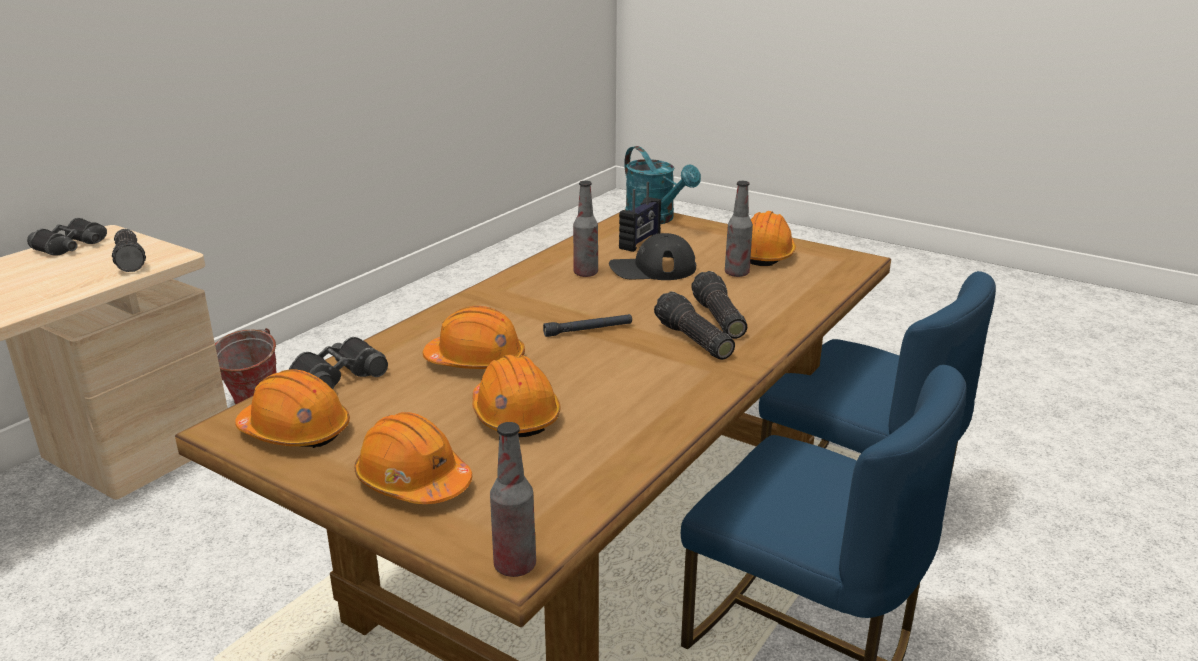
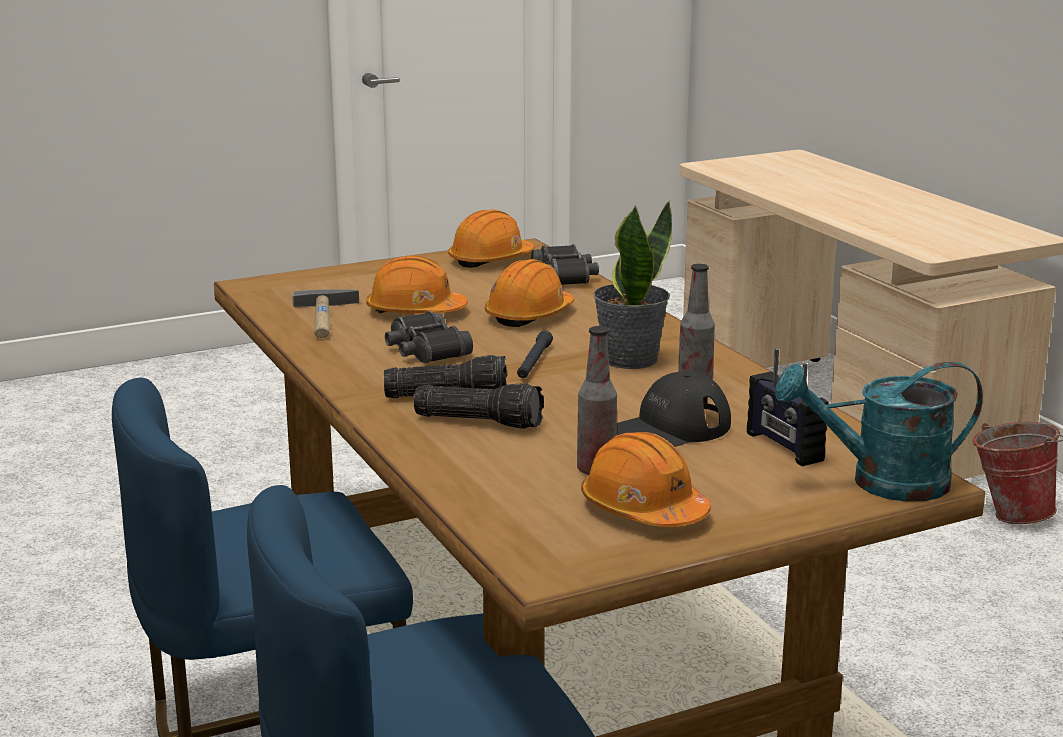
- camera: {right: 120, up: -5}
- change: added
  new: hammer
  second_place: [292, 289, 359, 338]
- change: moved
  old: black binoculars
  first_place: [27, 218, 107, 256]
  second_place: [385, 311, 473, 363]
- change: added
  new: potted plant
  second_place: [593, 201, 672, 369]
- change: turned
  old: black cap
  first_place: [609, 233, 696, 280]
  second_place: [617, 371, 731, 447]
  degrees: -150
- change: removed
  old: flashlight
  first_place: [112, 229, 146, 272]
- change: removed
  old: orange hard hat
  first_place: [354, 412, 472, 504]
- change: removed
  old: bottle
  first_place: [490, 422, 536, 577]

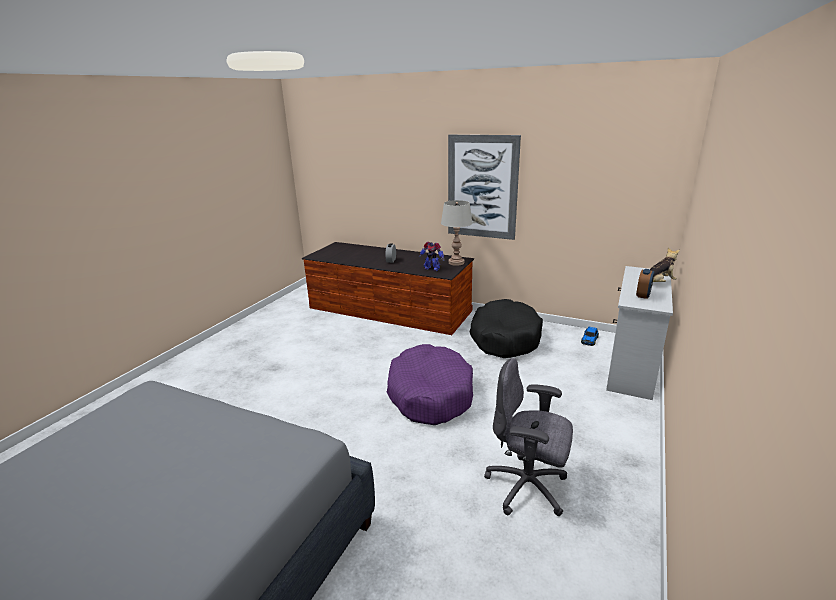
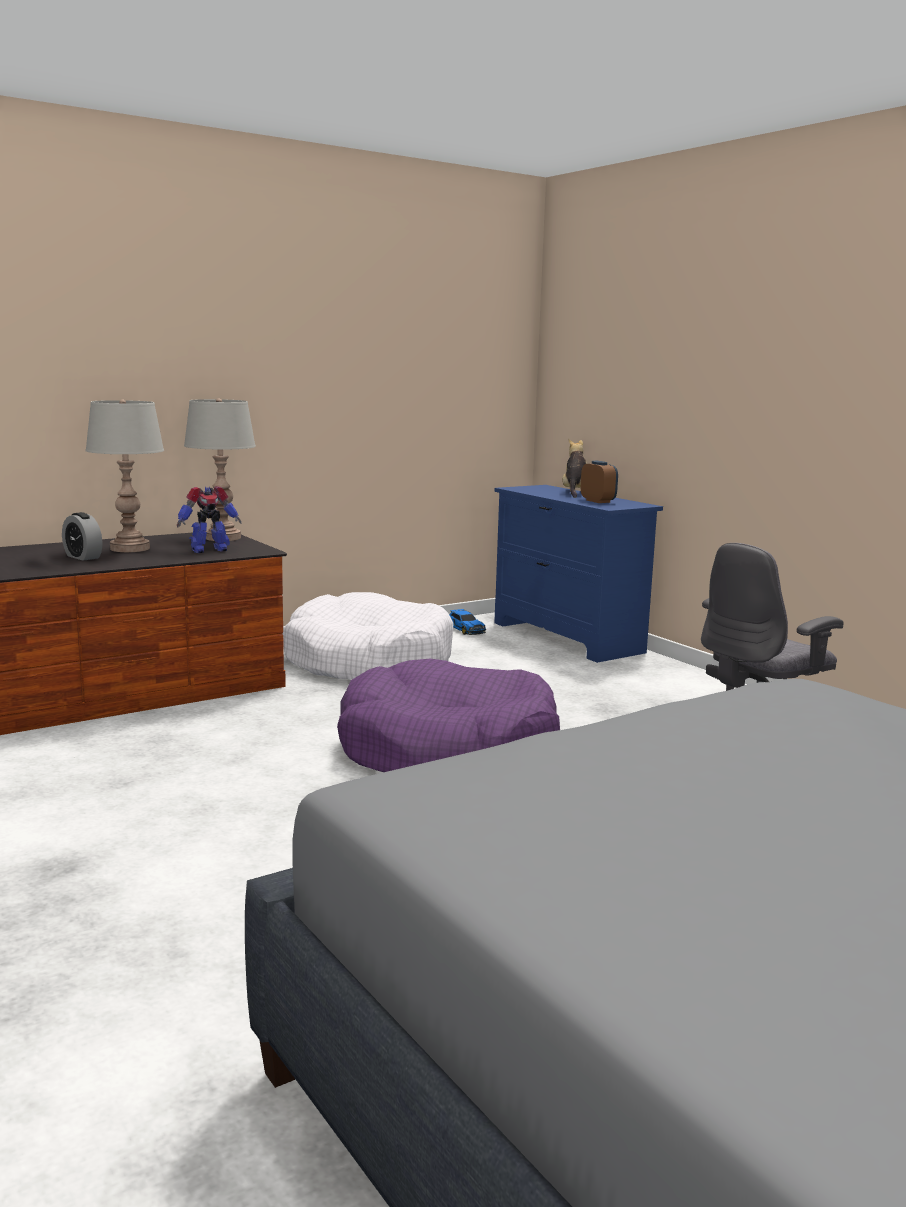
- camera: {right: -60, up: -10}
- change: added
  new: grey table lamp
  second_place: [85, 399, 164, 552]
- change: recoloured
  old: black dog bed
  new: white dog bed
  first_place: [469, 299, 543, 358]
  second_place: [283, 592, 454, 679]
- change: recoloured
  old: white dresser
  new: blue dresser
  first_place: [606, 266, 673, 400]
  second_place: [494, 485, 663, 663]
- change: removed
  old: picture
  first_place: [448, 135, 521, 240]

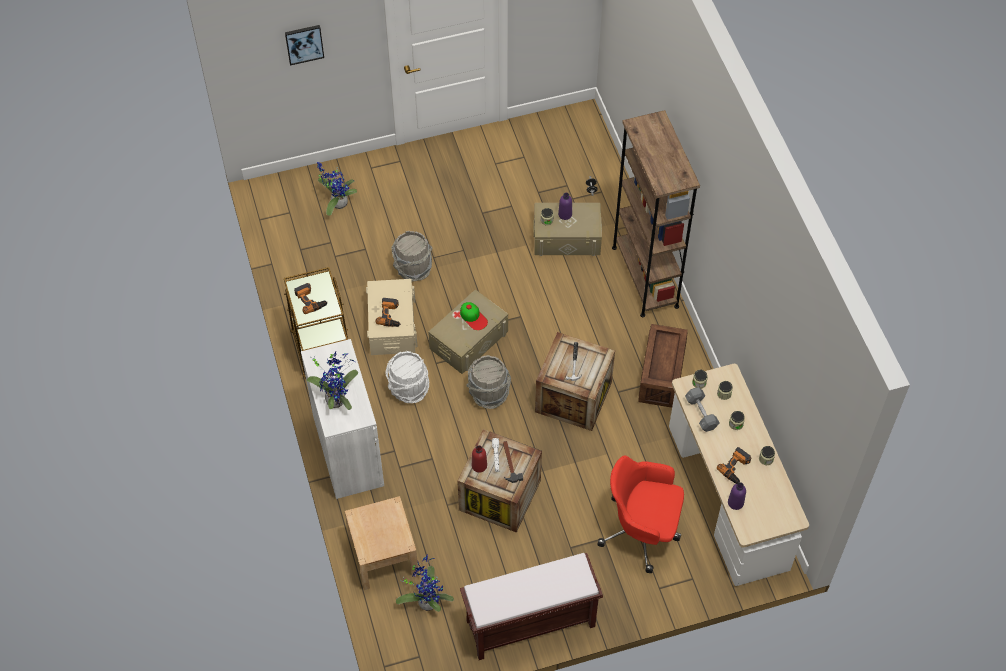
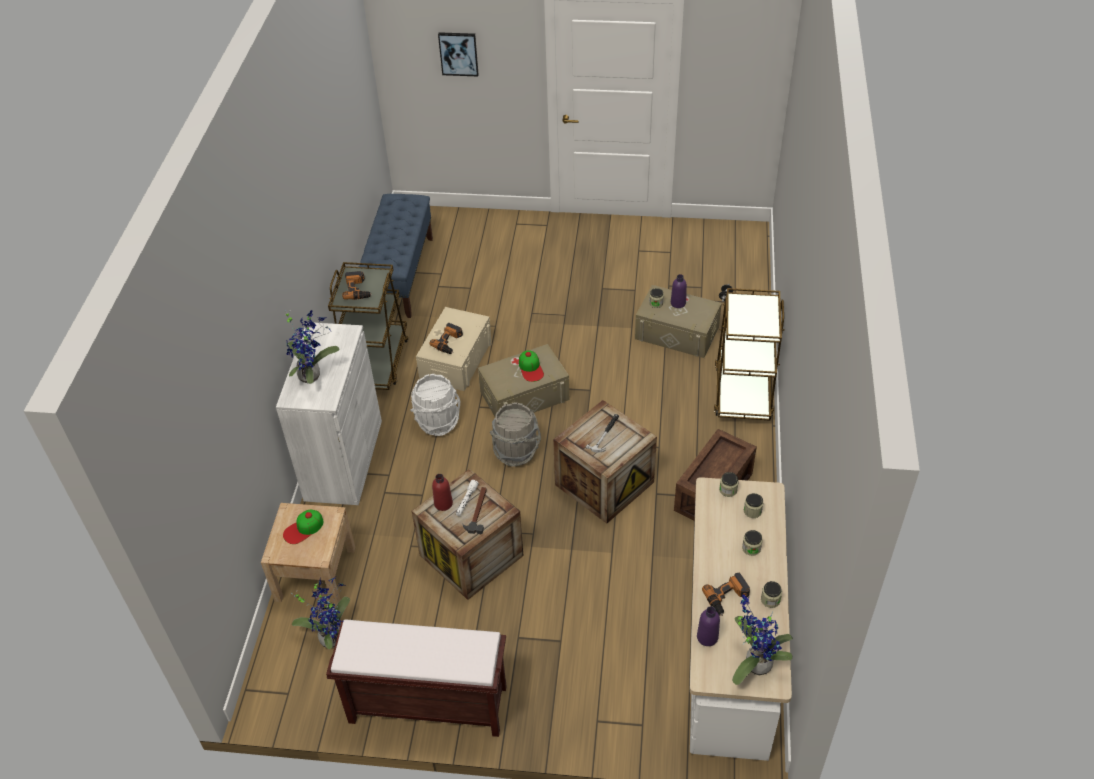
- camera: {right: 25, up: -10}
- change: added
  new: cap
  second_place: [283, 510, 323, 544]
- change: added
  new: blue bench
  second_place: [359, 194, 433, 318]
- change: replaced
  old: brown bookcase
  new: brown cart
  first_place: [612, 110, 700, 317]
  second_place: [714, 288, 785, 420]
- change: moved
  old: potted plant
  first_place: [317, 162, 357, 216]
  second_place: [732, 595, 793, 685]
- change: removed
  old: grey bucket
  first_place: [391, 231, 432, 282]
- change: removed
  old: red office chair
  first_place: [597, 455, 684, 573]
- change: removed
  old: grey dumbbell
  first_place: [685, 387, 719, 432]

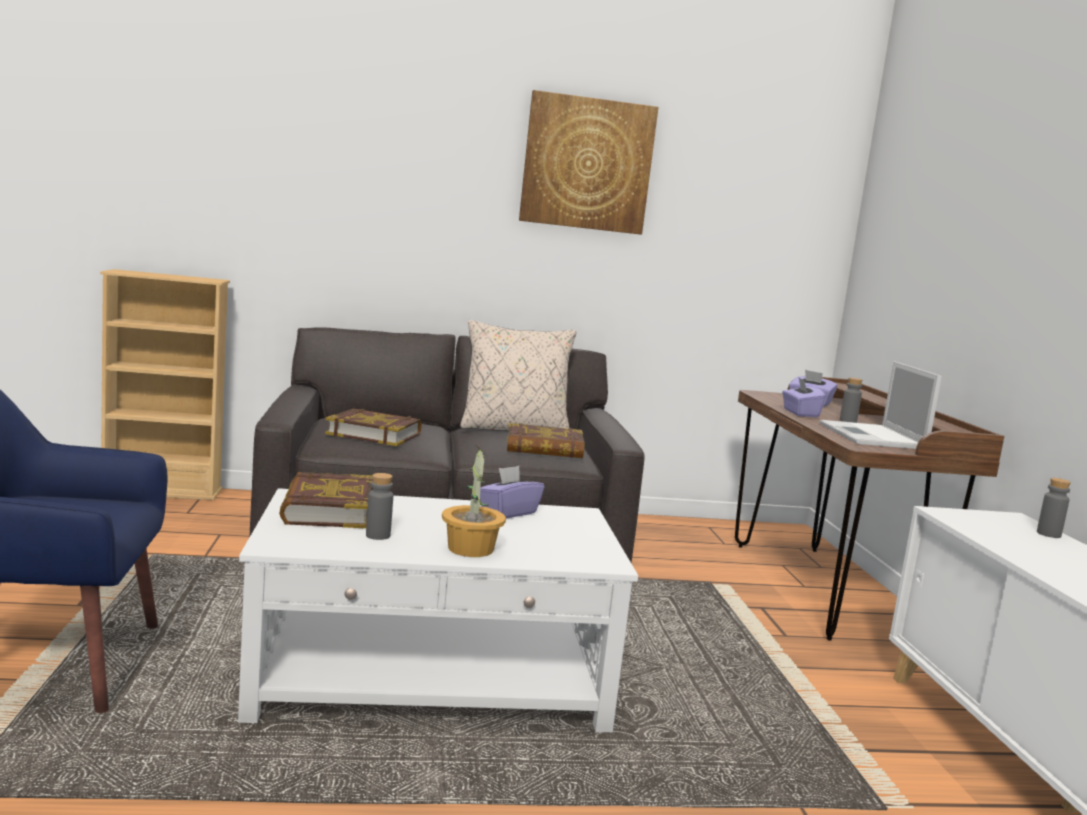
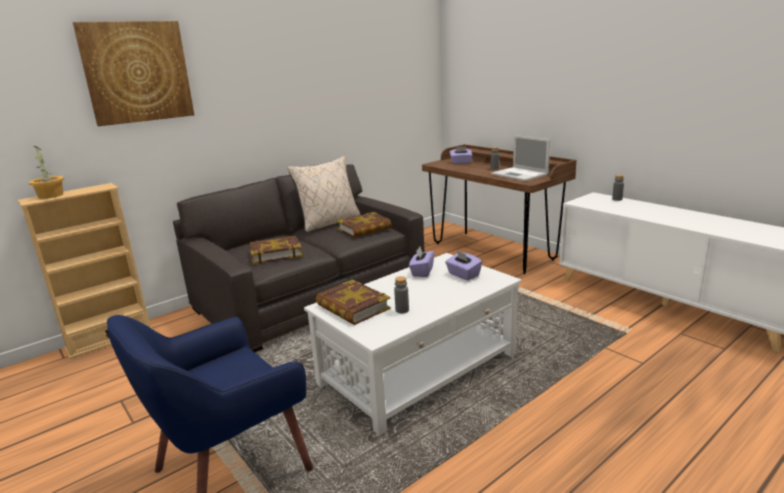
- camera: {right: -30, up: 10}
- change: moved
  old: potted plant
  first_place: [442, 446, 506, 557]
  second_place: [29, 146, 64, 199]
- change: moved
  old: picture
  first_place: [519, 90, 659, 235]
  second_place: [73, 21, 194, 126]
- change: moved
  old: purple tissue box
  first_place: [782, 378, 826, 417]
  second_place: [445, 250, 482, 280]

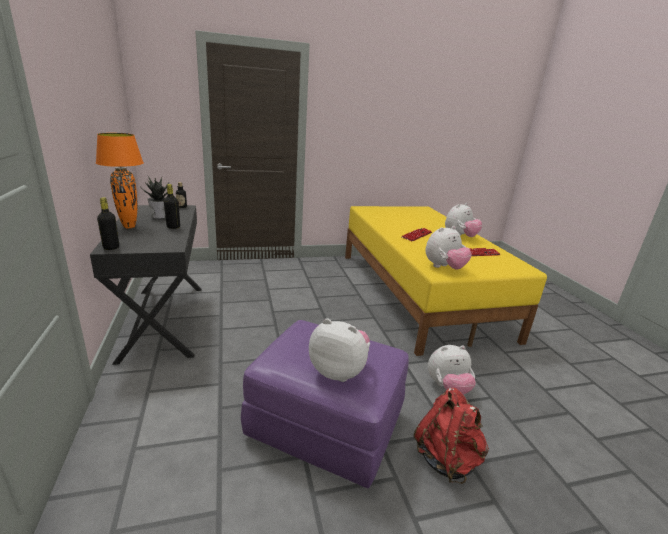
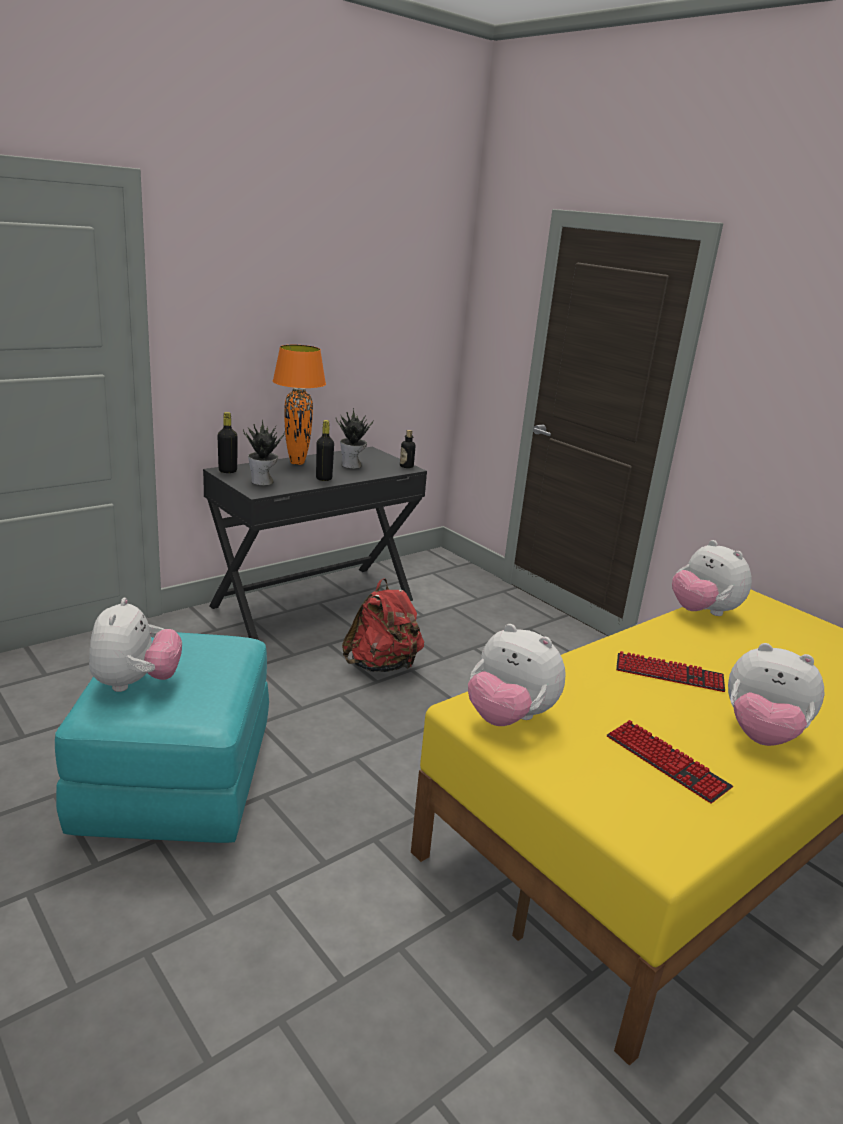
- camera: {right: 65, up: 0}
- change: recoloured
  old: purple ottoman
  new: turquoise ottoman
  first_place: [241, 320, 409, 489]
  second_place: [55, 632, 269, 843]
- change: added
  new: potted plant
  second_place: [243, 420, 285, 486]
- change: moved
  old: red backpack
  first_place: [414, 388, 489, 484]
  second_place: [342, 578, 424, 672]
- change: moved
  old: plush toy
  first_place: [428, 345, 476, 395]
  second_place: [672, 540, 752, 616]

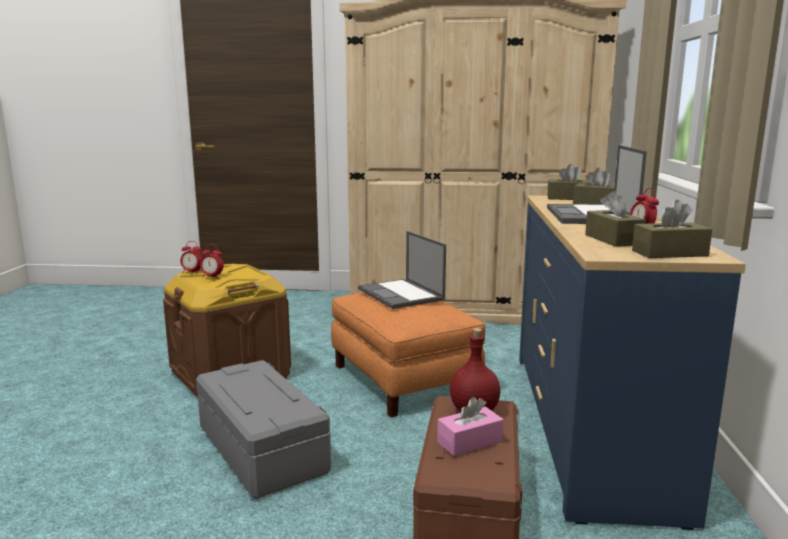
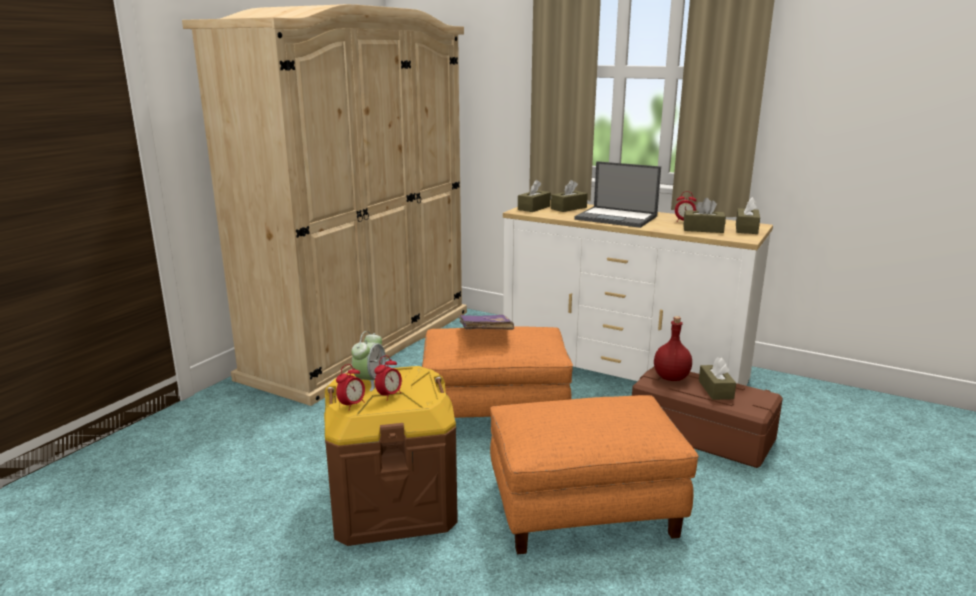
- camera: {right: -65, up: 5}
- change: added
  new: alarm clock
  second_place: [351, 331, 386, 391]
- change: replaced
  old: laptop
  new: purple book
  first_place: [358, 231, 446, 309]
  second_place: [459, 315, 514, 330]
- change: replaced
  old: grey storage box
  new: orange ottoman
  first_place: [196, 360, 331, 499]
  second_place: [490, 395, 699, 554]
- change: recoloured
  old: blue dresser
  new: white dresser
  first_place: [519, 195, 746, 530]
  second_place: [503, 204, 773, 386]
- change: recoloured
  old: pink tissue box
  new: brown tissue box
  first_place: [437, 397, 504, 456]
  second_place: [699, 357, 736, 400]

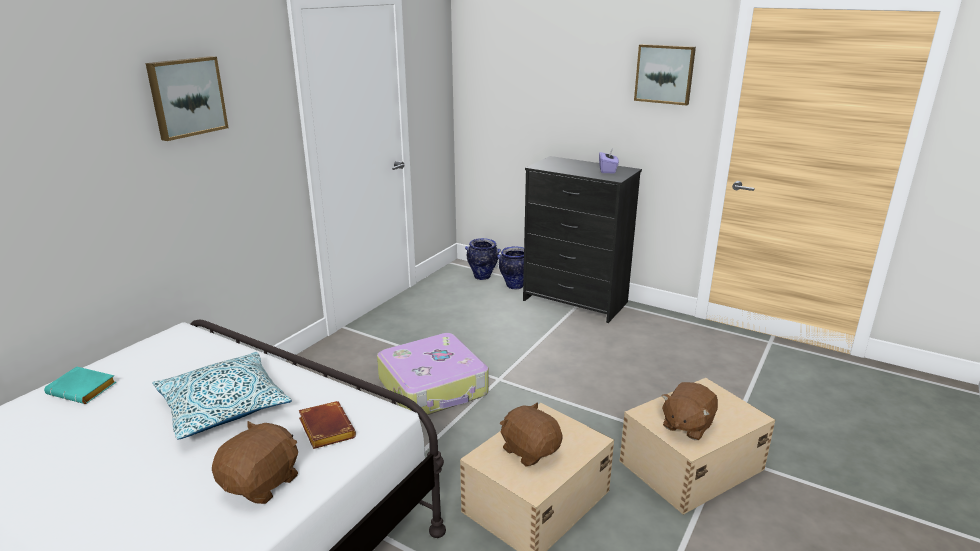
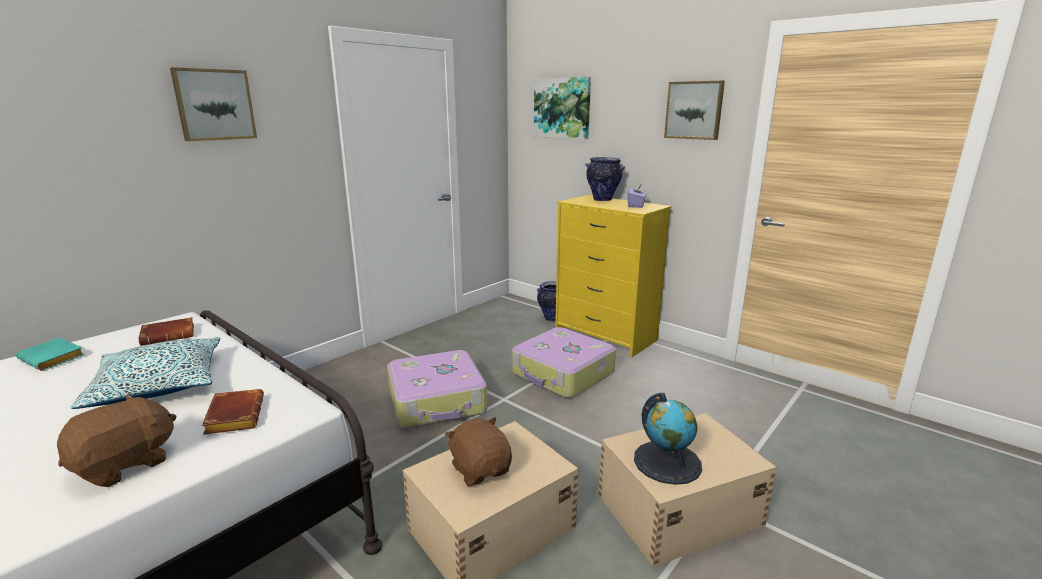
- camera: {right: 10, up: -5}
- change: added
  new: brown book
  second_place: [138, 317, 194, 346]
- change: added
  new: suitcase
  second_place: [512, 327, 616, 398]
- change: added
  new: picture
  second_place: [534, 77, 591, 139]
- change: recoloured
  old: black dresser
  new: yellow dresser
  first_place: [523, 156, 642, 323]
  second_place: [555, 195, 672, 357]
- change: moved
  old: vase
  first_place: [465, 238, 501, 280]
  second_place: [586, 157, 625, 201]
- change: replaced
  old: brown plush toy
  new: globe
  first_place: [662, 382, 718, 440]
  second_place: [634, 393, 702, 485]

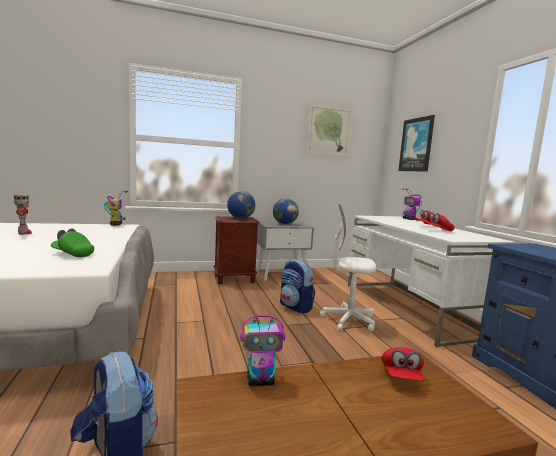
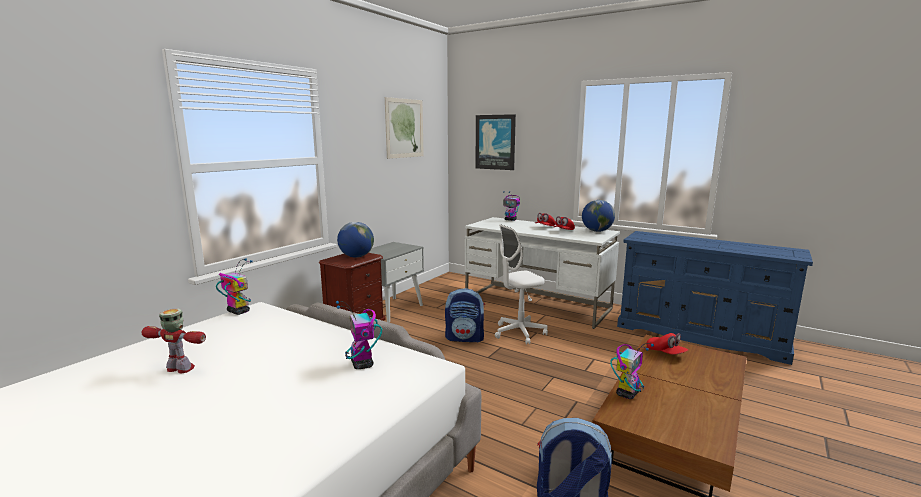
- camera: {right: -40, up: 5}
- change: replaced
  old: green cap
  new: toy robot
  first_place: [51, 229, 94, 257]
  second_place: [336, 301, 382, 369]
- change: moved
  old: globe
  first_place: [273, 198, 299, 224]
  second_place: [582, 200, 615, 232]

